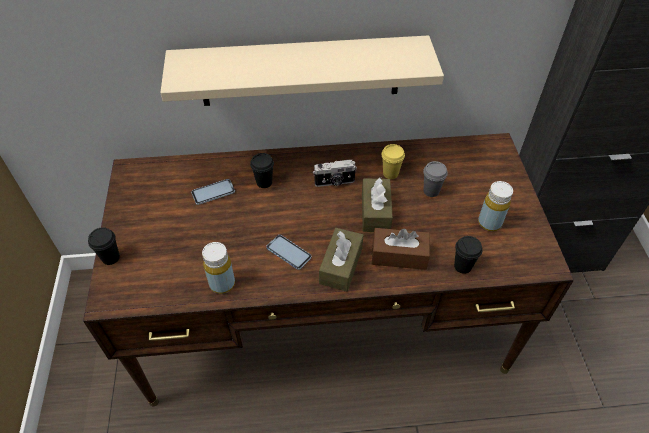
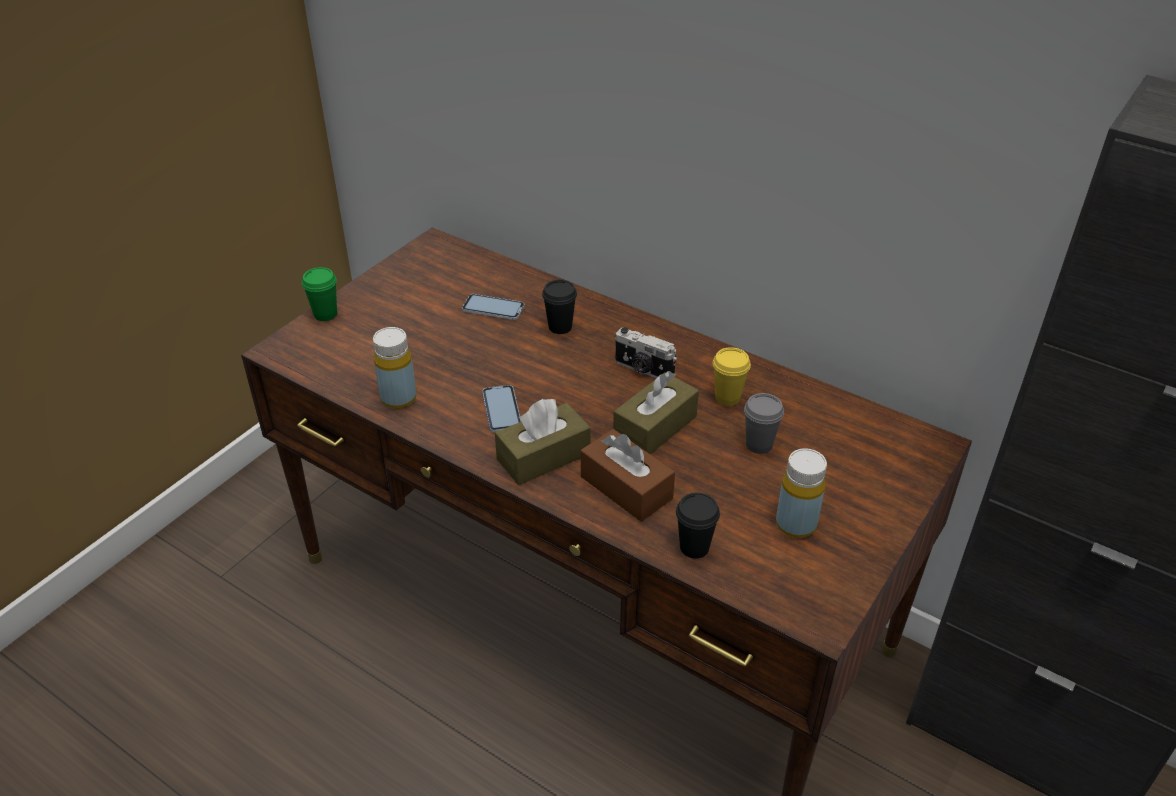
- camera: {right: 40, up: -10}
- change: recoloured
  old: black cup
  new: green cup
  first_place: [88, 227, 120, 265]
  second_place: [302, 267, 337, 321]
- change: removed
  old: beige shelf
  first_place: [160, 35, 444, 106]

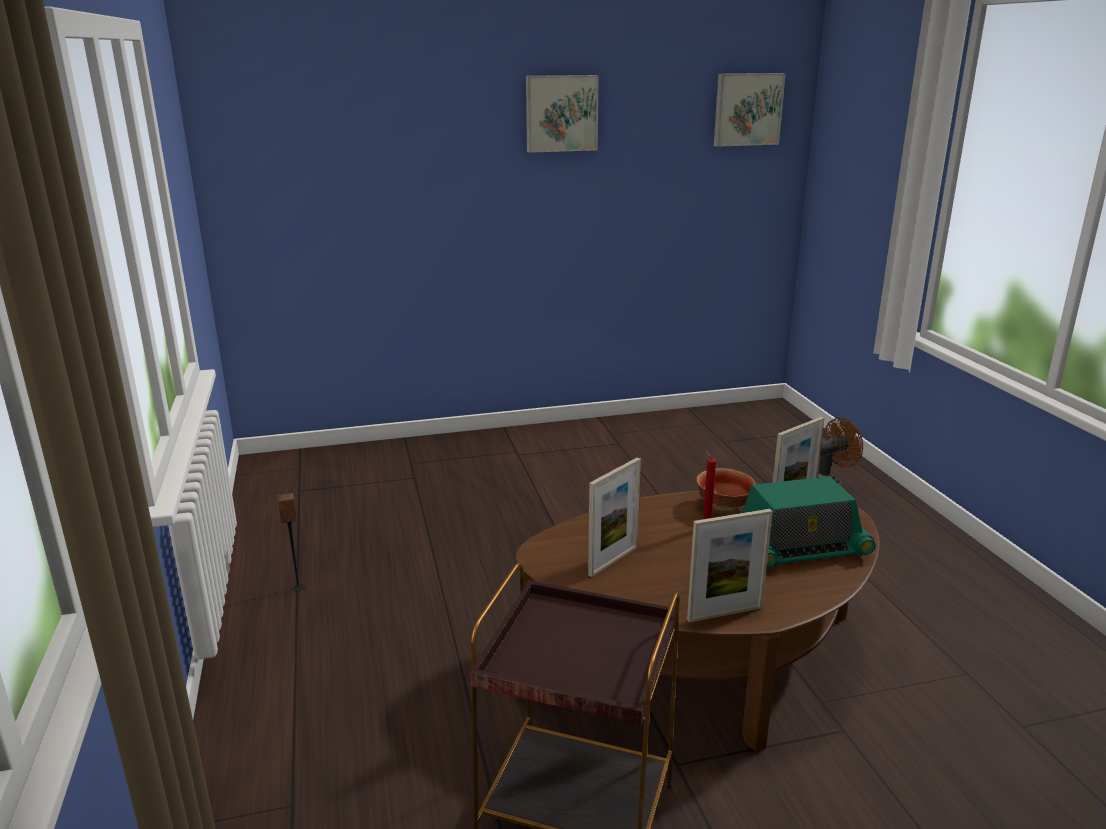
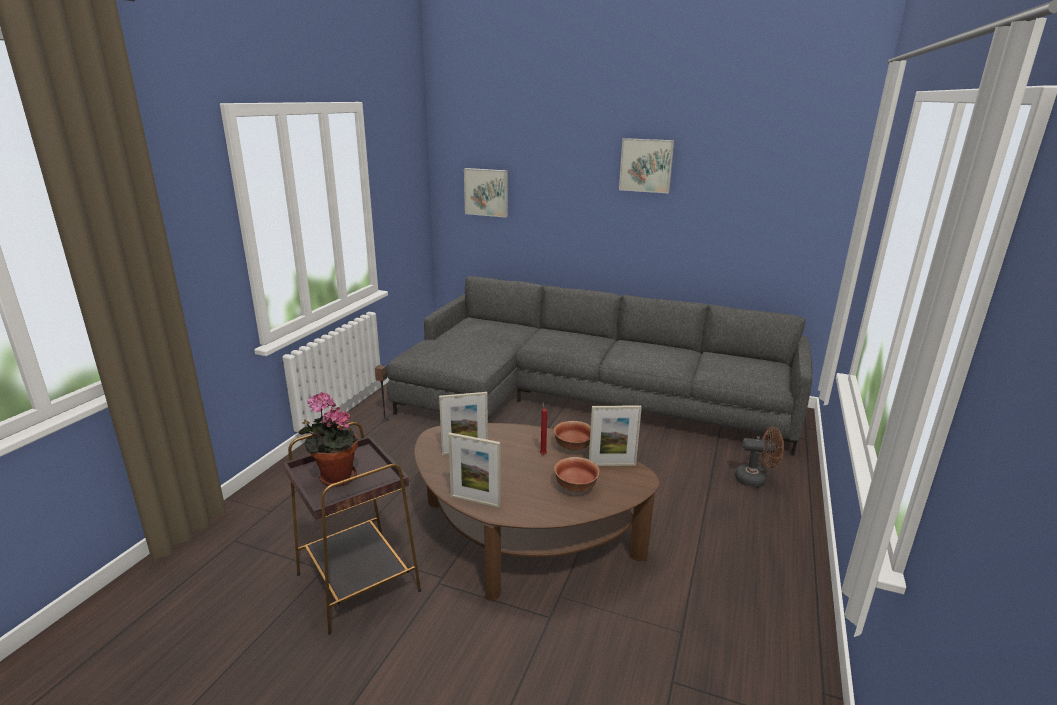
- camera: {right: 35, up: 0}
- change: added
  new: potted plant
  second_place: [298, 392, 358, 487]
- change: added
  new: grey sofa
  second_place: [386, 276, 812, 456]
- change: moved
  old: picture
  first_place: [714, 73, 786, 147]
  second_place: [464, 168, 508, 218]
- change: replaced
  old: radio
  new: bowl
  first_place: [742, 476, 876, 568]
  second_place: [554, 457, 600, 493]

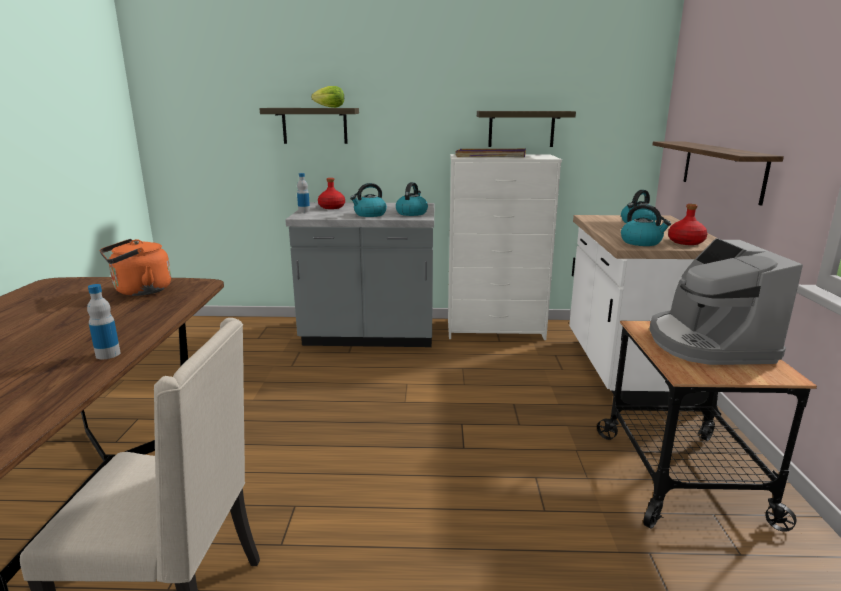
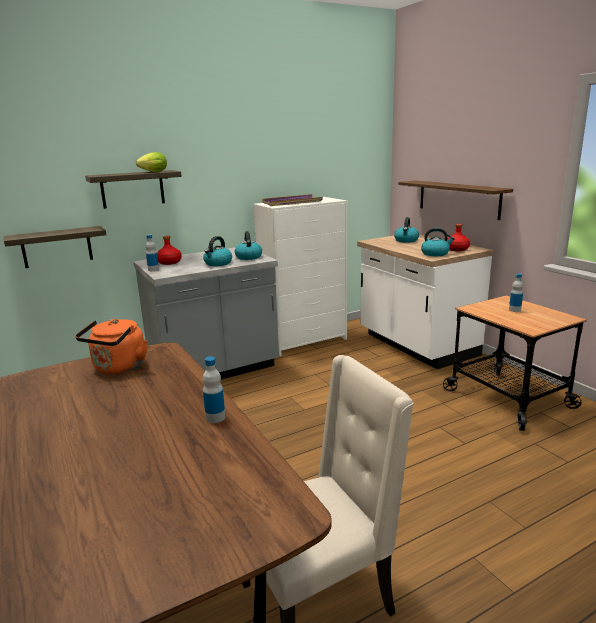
- camera: {right: -30, up: 0}
- change: moved
  old: shelf
  first_place: [477, 111, 576, 147]
  second_place: [4, 226, 106, 268]
- change: replaced
  old: coffee machine
  new: bottle
  first_place: [649, 238, 803, 365]
  second_place: [509, 273, 523, 312]

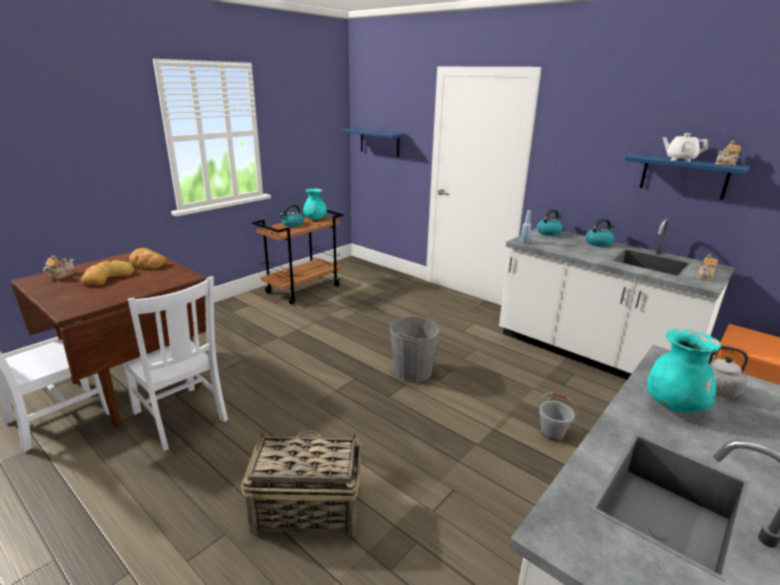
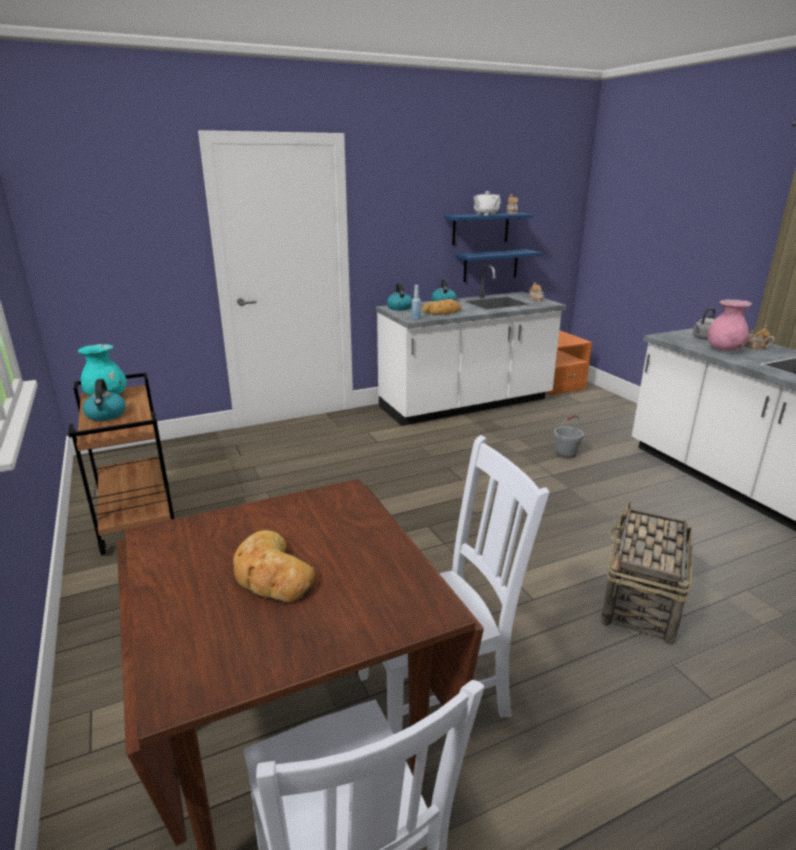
- camera: {right: -65, up: 0}
- change: moved
  old: bread
  first_place: [129, 248, 167, 269]
  second_place: [422, 299, 461, 315]
- change: moved
  old: blue shelf
  first_place: [341, 128, 406, 157]
  second_place: [455, 249, 541, 282]
- change: recoloured
  old: turquoise vase
  new: pink vase
  first_place: [647, 329, 721, 412]
  second_place: [707, 299, 752, 351]
- change: moved
  old: teapot
  first_place: [43, 255, 74, 279]
  second_place: [745, 324, 775, 350]
- change: removed
  old: grey bucket
  first_place: [390, 317, 440, 382]

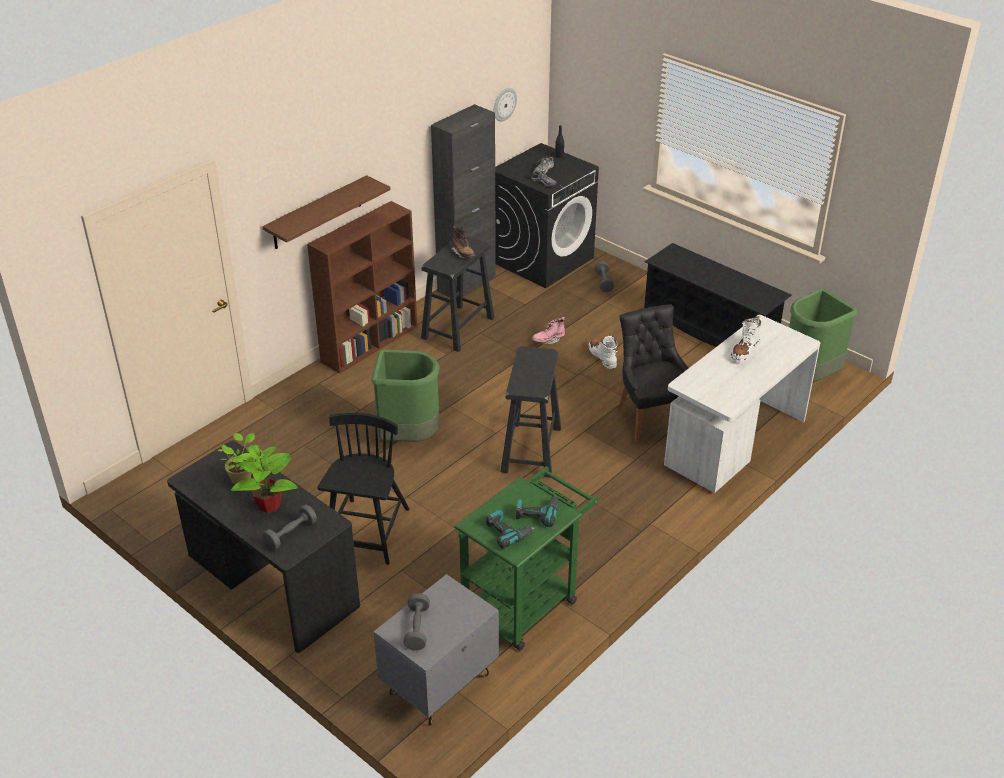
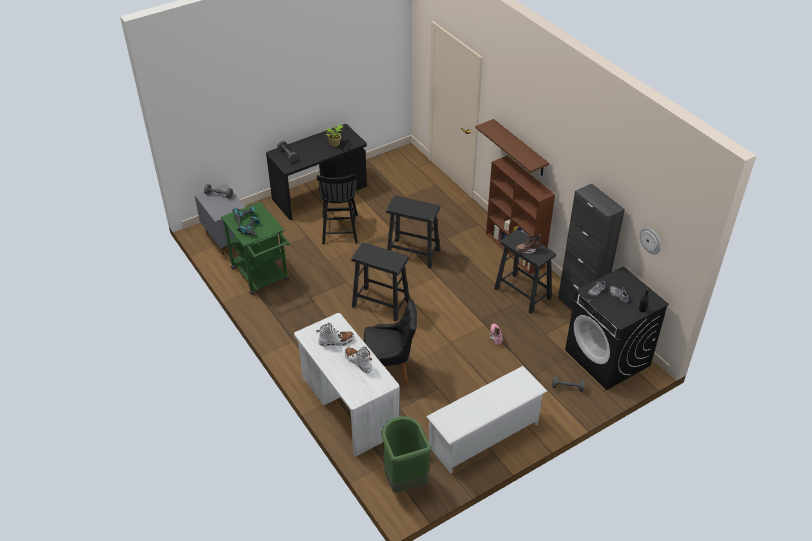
- camera: {right: 105, up: 5}
- change: moved
  old: white boot
  first_place: [589, 335, 617, 369]
  second_place: [316, 323, 355, 346]
- change: turned
  old: black chair
  first_place: [317, 413, 410, 565]
  second_place: [317, 174, 358, 245]
  degrees: 60
- change: replaced
  old: green trash can
  new: black stool
  first_place: [371, 350, 440, 442]
  second_place: [386, 196, 440, 269]
- change: recoloured
  old: black shoe rack
  new: white shoe rack
  first_place: [644, 243, 792, 347]
  second_place: [426, 366, 547, 473]
- change: removed
  old: potted plant
  first_place: [231, 445, 298, 513]

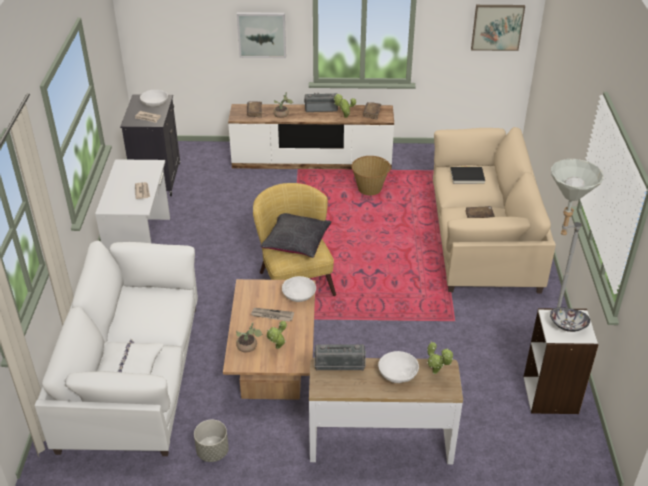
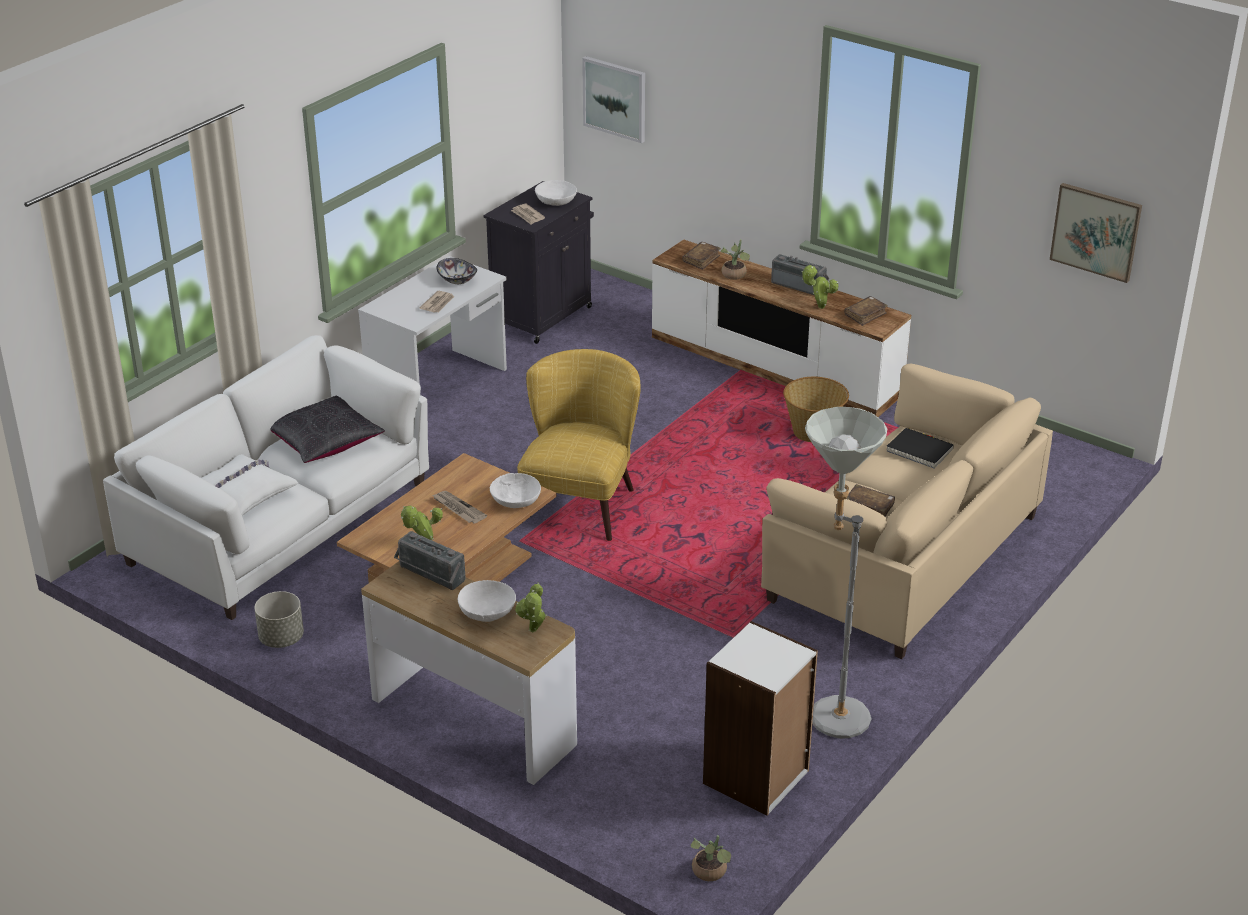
- camera: {right: 35, up: -5}
- change: moved
  old: black pillow
  first_place: [260, 213, 332, 258]
  second_place: [271, 396, 385, 463]
- change: moved
  old: bowl
  first_place: [550, 307, 590, 332]
  second_place: [437, 258, 477, 284]
- change: moved
  old: picture
  first_place: [237, 12, 286, 58]
  second_place: [582, 56, 645, 143]
- change: moved
  old: potted plant
  first_place: [236, 322, 263, 353]
  second_place: [691, 835, 731, 881]

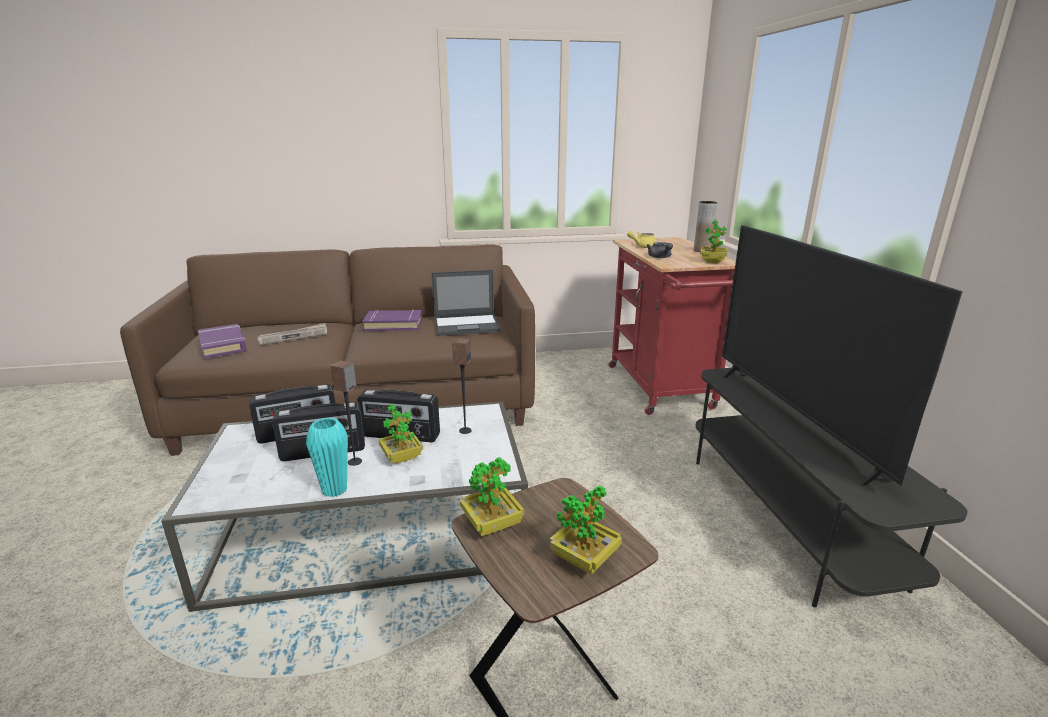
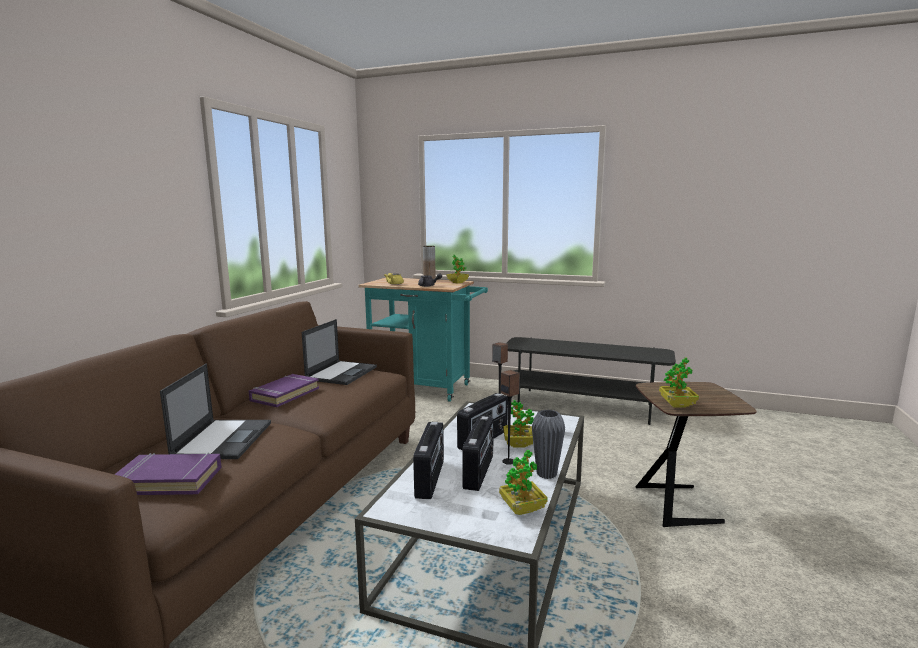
- camera: {right: -60, up: -10}
- change: replaced
  old: newspaper
  new: laptop
  first_place: [257, 323, 327, 345]
  second_place: [160, 364, 271, 459]
- change: recoloured
  old: red cart
  new: turquoise cart
  first_place: [608, 237, 736, 415]
  second_place: [358, 278, 488, 402]
- change: moved
  old: potted plant
  first_place: [549, 485, 622, 575]
  second_place: [499, 450, 548, 515]
- change: recoloured
  old: turquoise vase
  new: grey vase
  first_place: [306, 418, 348, 497]
  second_place: [532, 409, 565, 479]
- change: removed
  old: television
  first_place: [722, 225, 963, 486]

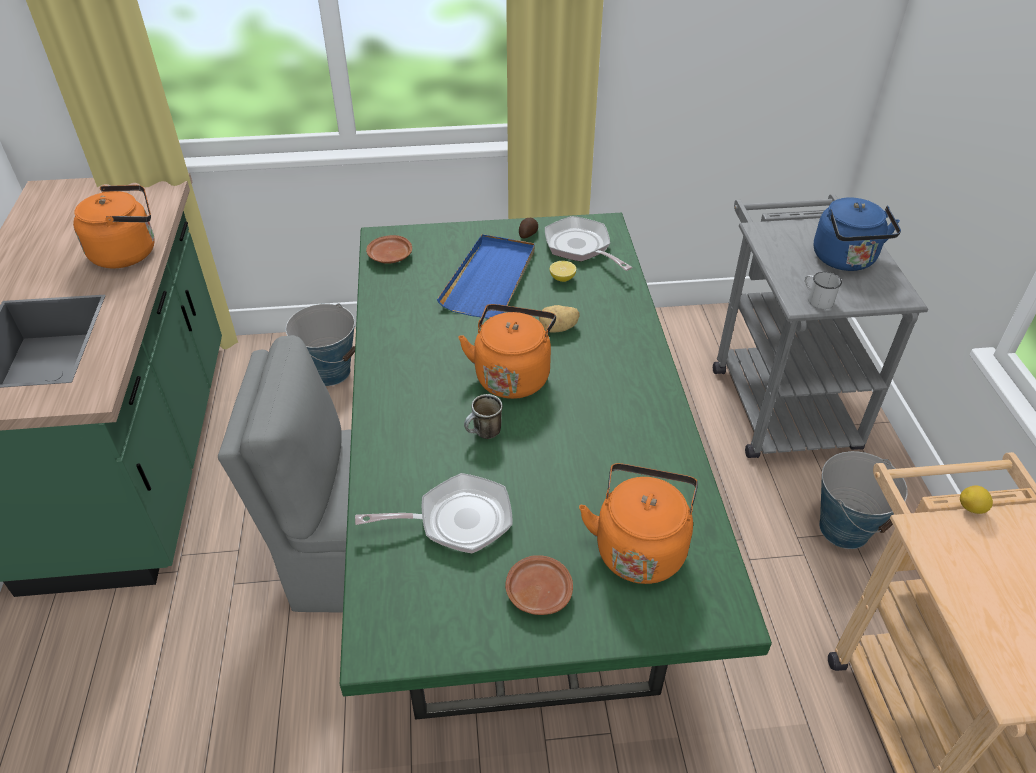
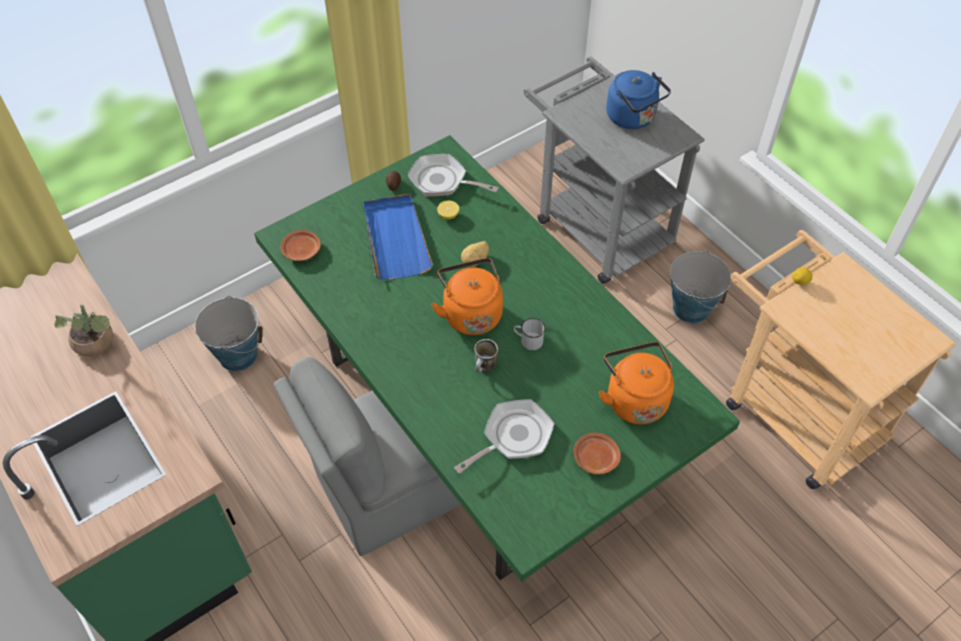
- camera: {right: -30, up: 10}
- change: replaced
  old: orange kettle
  new: potted plant
  first_place: [73, 185, 155, 268]
  second_place: [55, 304, 113, 356]
- change: moved
  old: white mug
  first_place: [805, 272, 842, 309]
  second_place: [513, 318, 545, 350]

